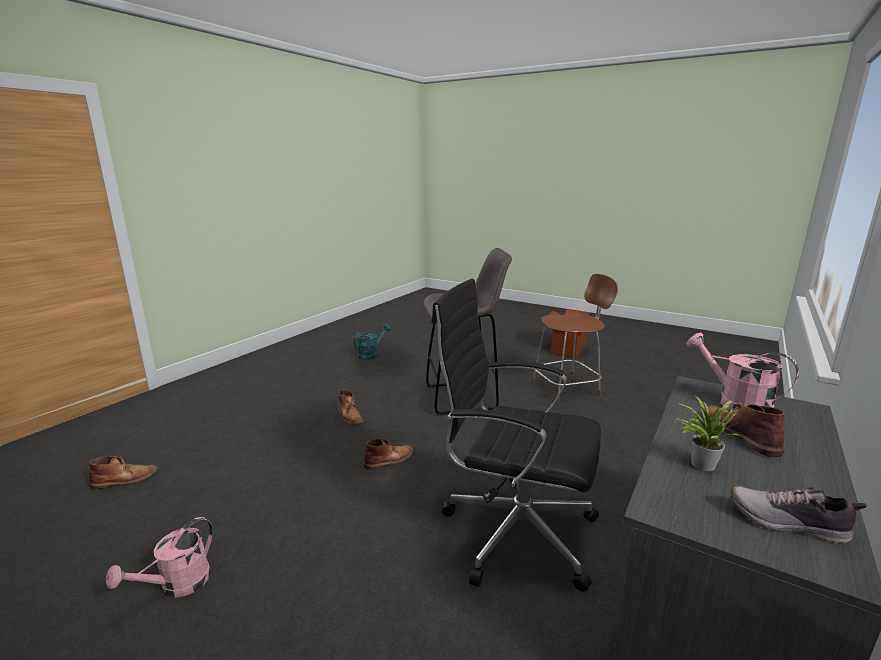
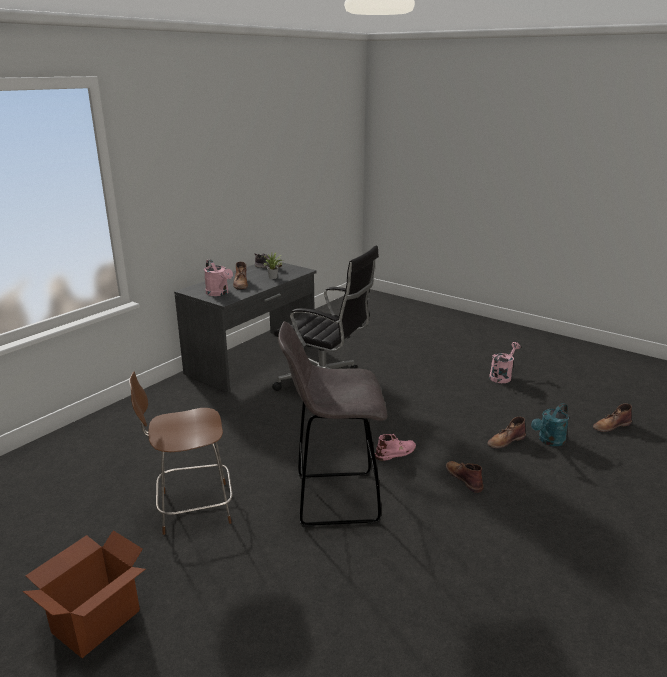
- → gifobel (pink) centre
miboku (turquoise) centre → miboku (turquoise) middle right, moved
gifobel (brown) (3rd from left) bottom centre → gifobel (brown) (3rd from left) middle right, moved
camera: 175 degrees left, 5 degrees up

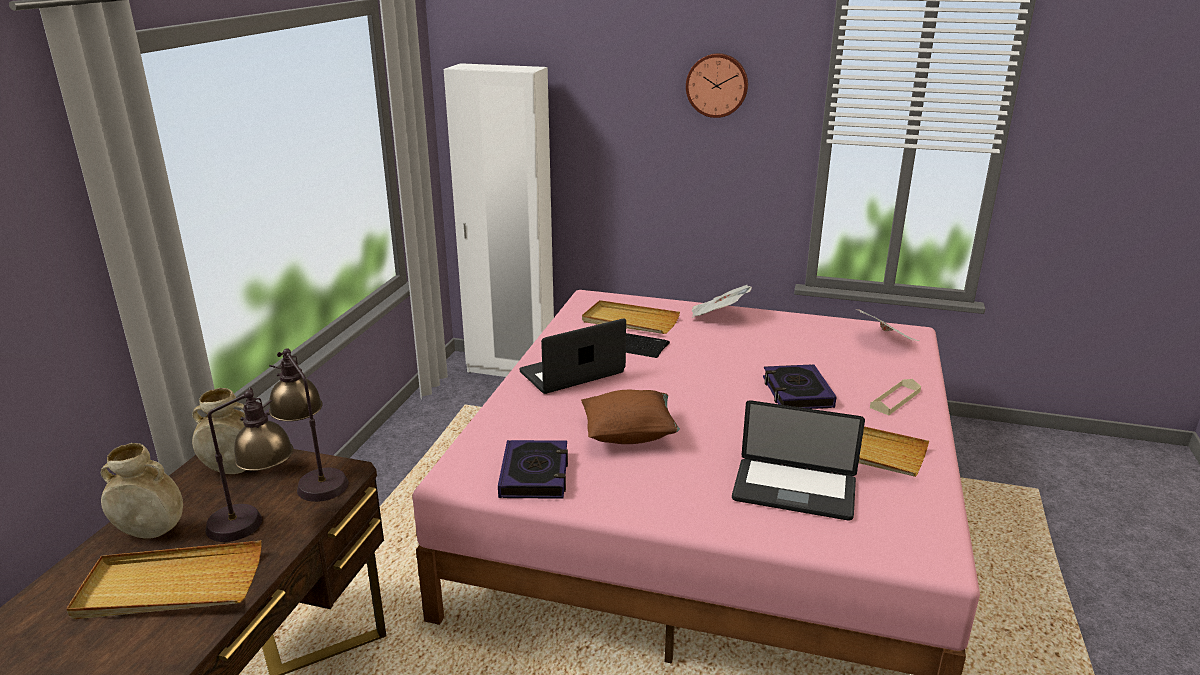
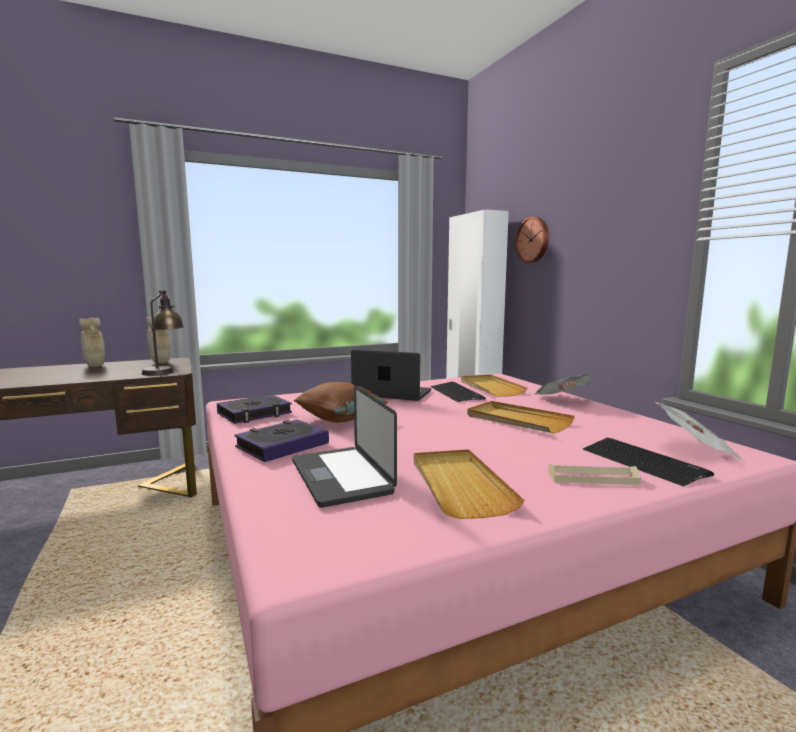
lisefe (1st from left) bottom left → -
- → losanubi (2nd from left) middle right
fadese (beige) (1st from left in the first image) bottom left → fadese (beige) (3rd from left) centre, moved
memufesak top centre → memufesak top right, moved
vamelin (2nd from left) middle right → vamelin (2nd from left) centre, moved
camera: 50 degrees right, 15 degrees down

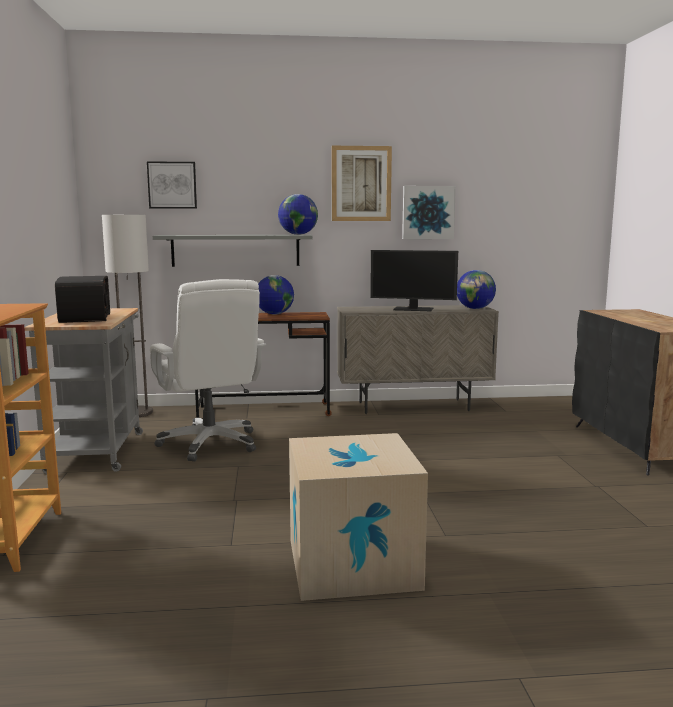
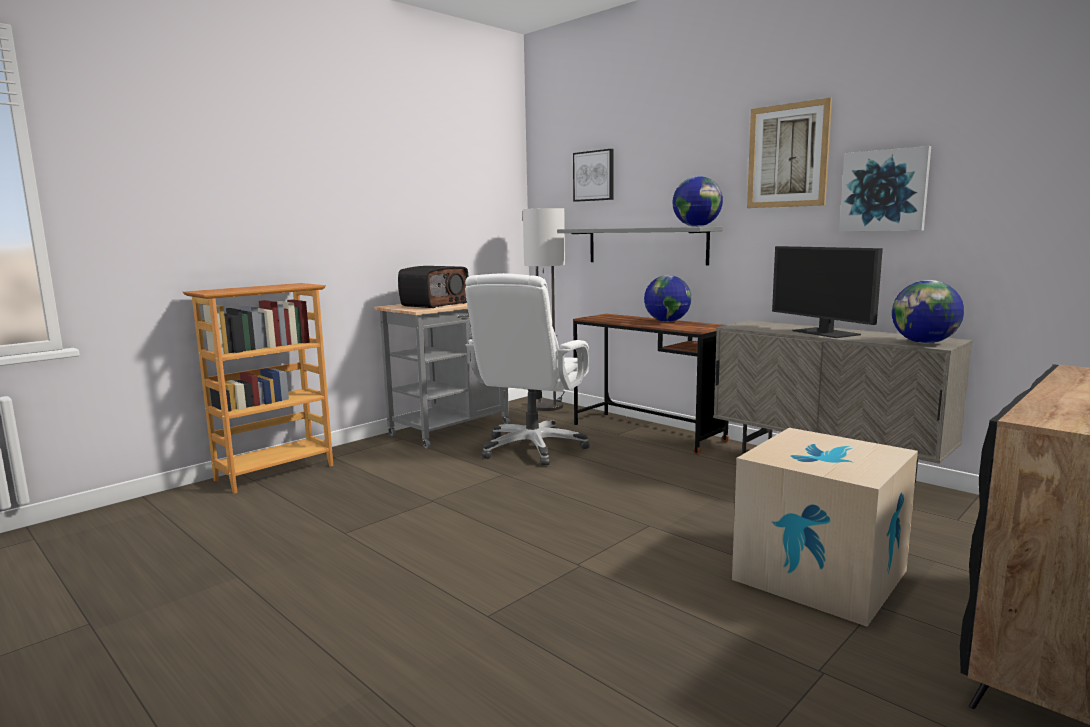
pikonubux bottom centre → pikonubux bottom right, moved
camera: 50 degrees right, 0 degrees up

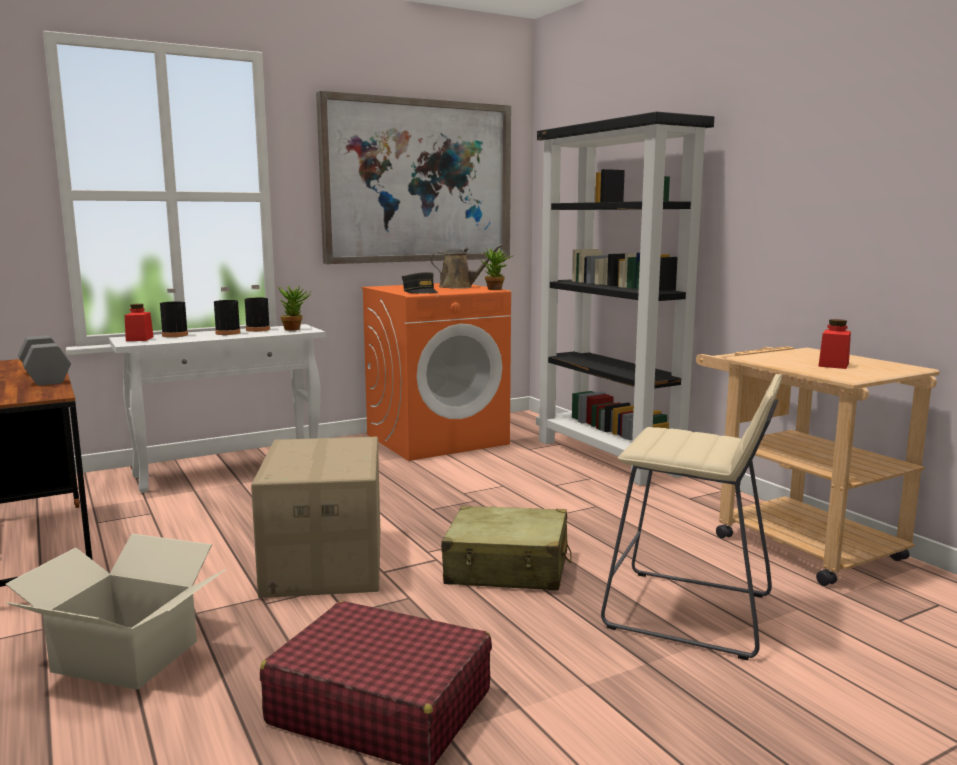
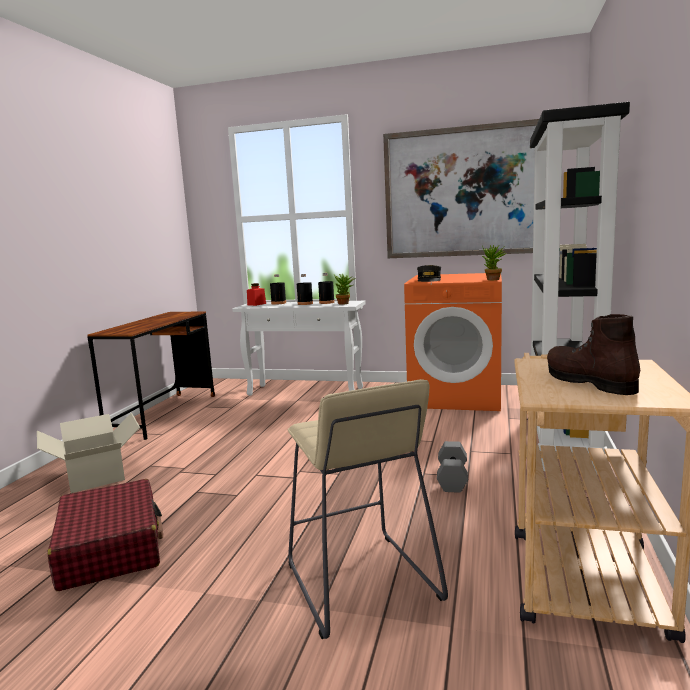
pikonubux (2nd from left) bottom left → -
miboku (brown) centre → -
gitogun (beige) bottom centre → -
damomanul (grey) middle left → damomanul (grey) bottom centre, moved
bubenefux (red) (2nd from left) middle right → gifobel (brown) middle right
camera: 45 degrees right, 0 degrees up

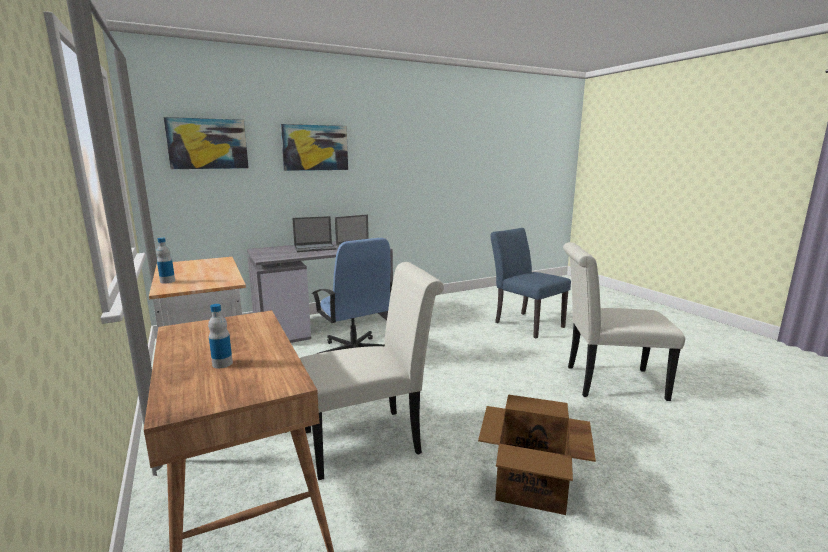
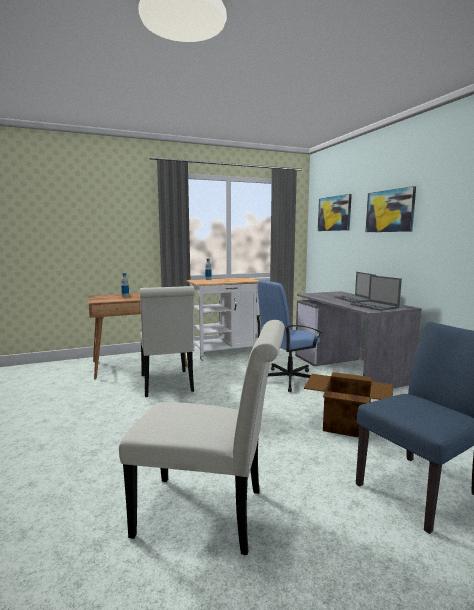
pikonubux bottom centre → pikonubux middle right, moved
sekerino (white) (2nd from left) middle right → sekerino (white) (2nd from left) bottom centre, 90 degrees clockwise
camera: 95 degrees right, 5 degrees down

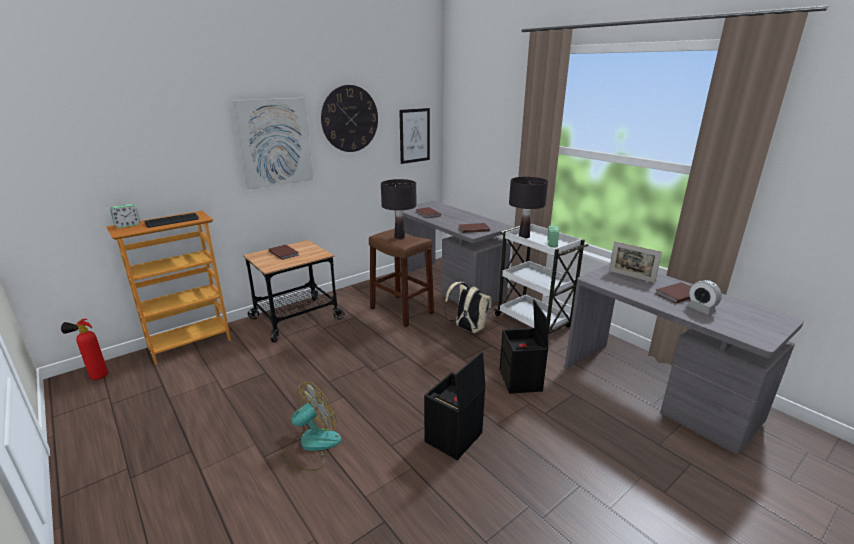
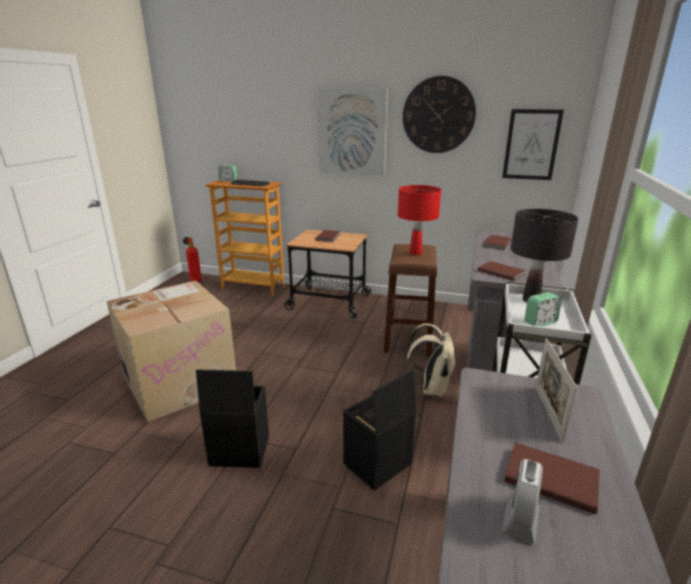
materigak bottom centre → pikonubux middle left
lisefe (black) (1st from left) centre → lisefe (red) centre
camera: 55 degrees right, 0 degrees up

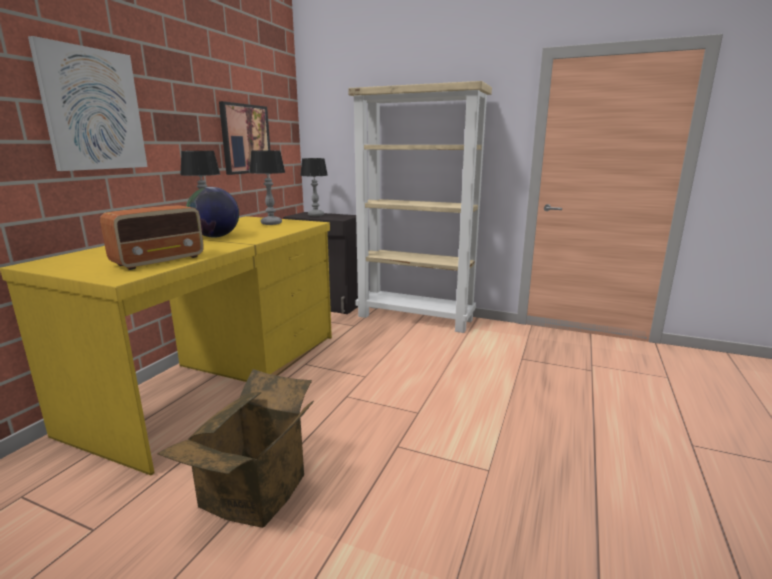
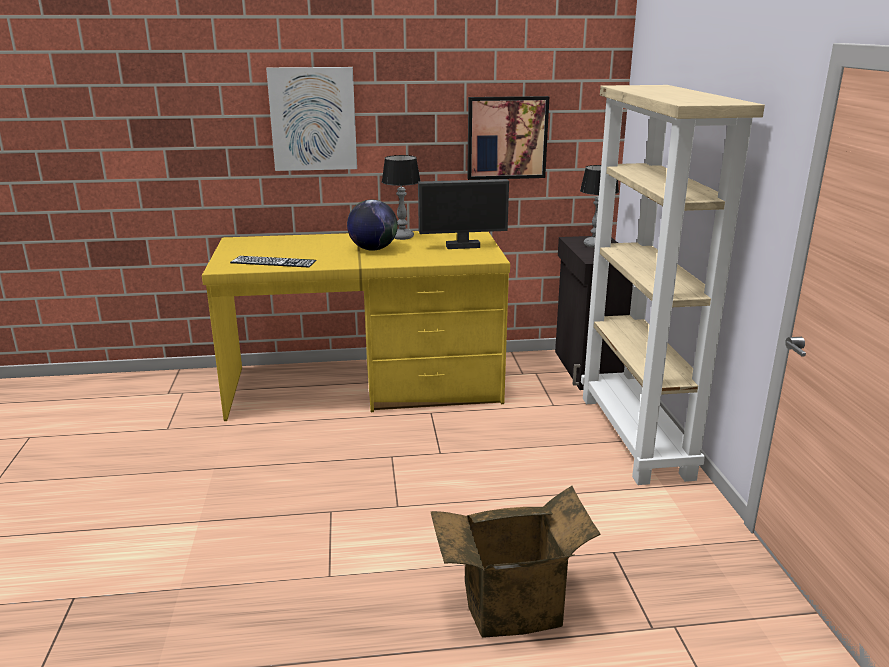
pikonubux bottom left → pikonubux bottom centre, moved
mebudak middle left → losanubi middle left
lisefe (2nd from left) top centre → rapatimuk top centre
camera: 60 degrees right, 5 degrees up

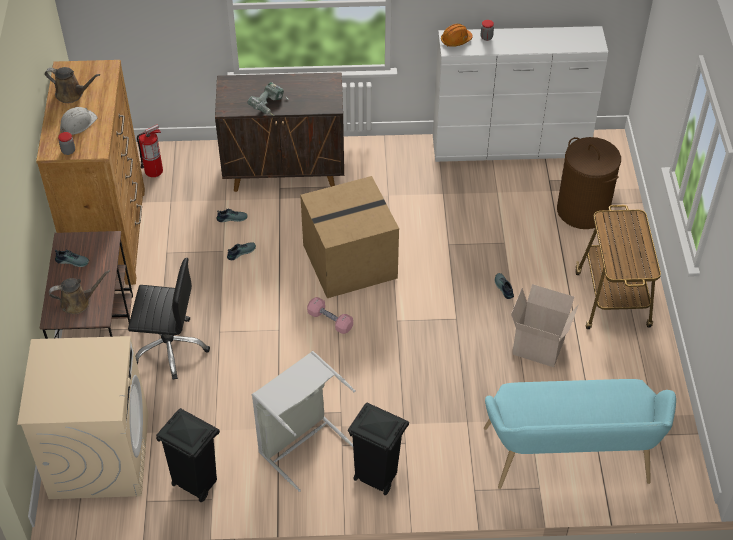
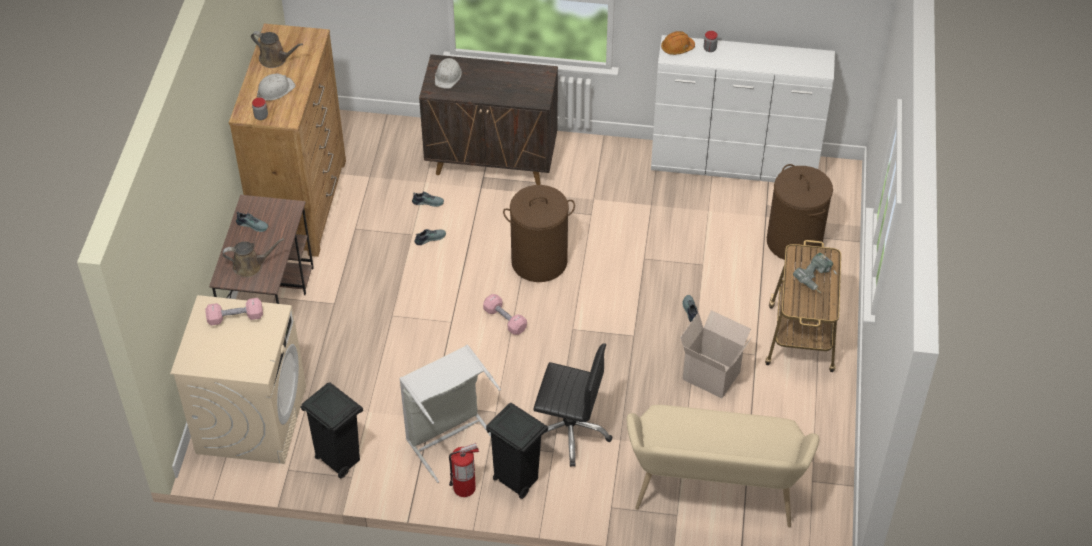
- → damomanul (pink) (1st from left) middle left
- → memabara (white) (2nd from left) top centre
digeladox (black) middle left → digeladox (black) bottom centre, moved
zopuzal top left → zopuzal bottom centre, moved
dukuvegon top centre → dukuvegon middle right, moved
pikonubux (1st from left) centre → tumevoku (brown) (1st from left) centre
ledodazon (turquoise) bottom right → ledodazon (beige) bottom centre
camera: 10 degrees right, 0 degrees up

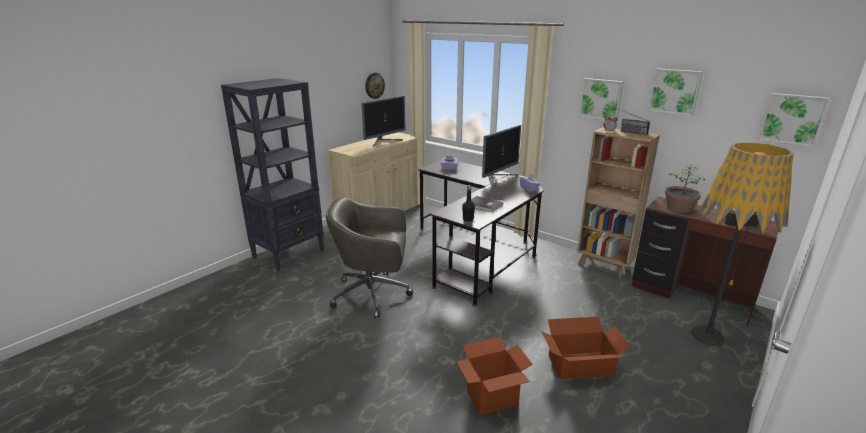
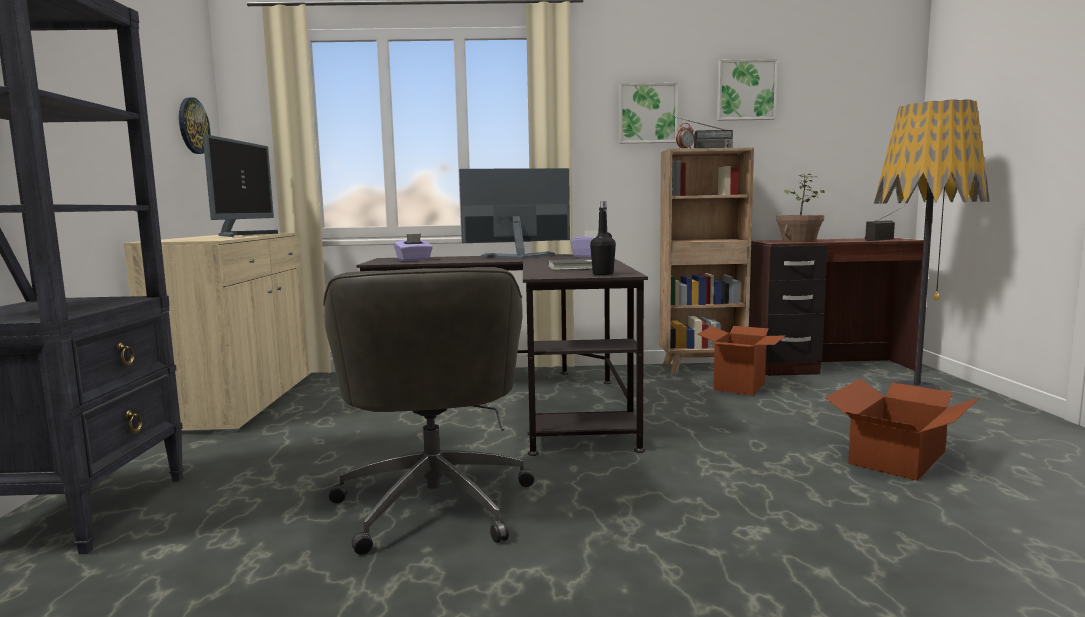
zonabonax (3rd from left) top right → -
pikonubux (1st from left) bottom centre → pikonubux (1st from left) middle right, moved
digeladox (grey) centre, 60 degrees counterclockwise
rapatimuk (2nd from left) centre, 105 degrees counterclockwise
camera: 40 degrees left, 15 degrees down

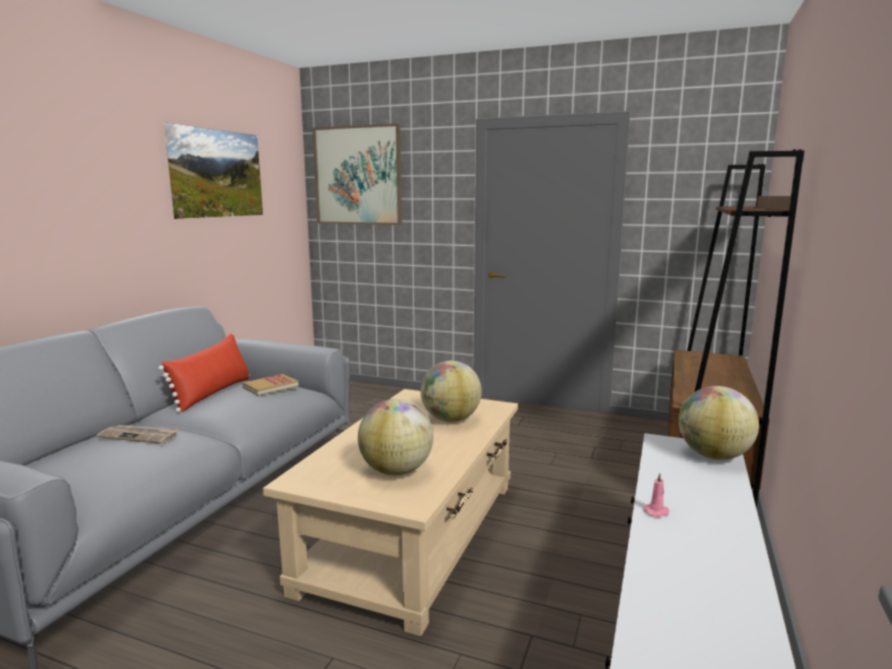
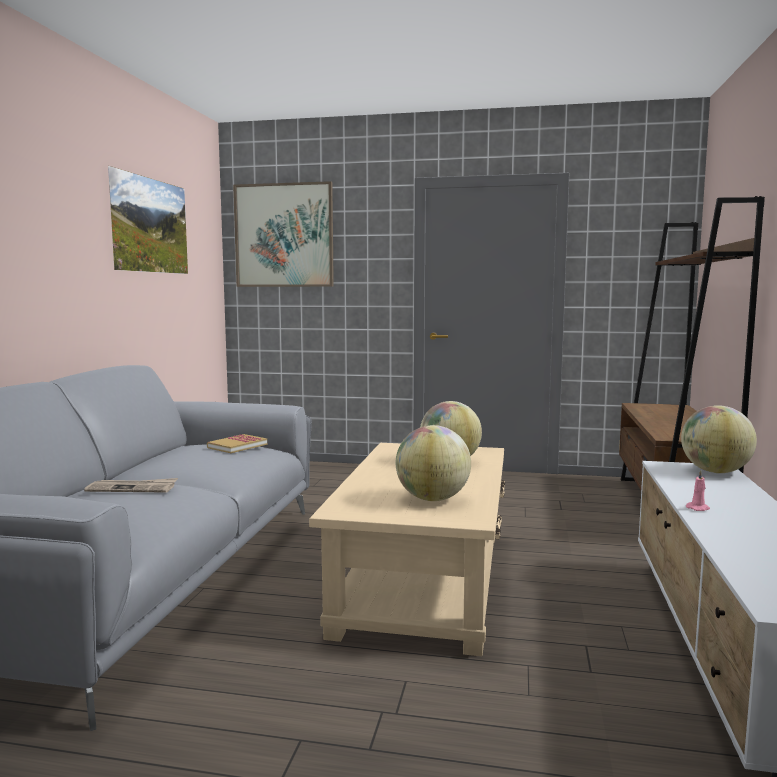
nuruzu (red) middle left → -
camera: 10 degrees left, 5 degrees down

